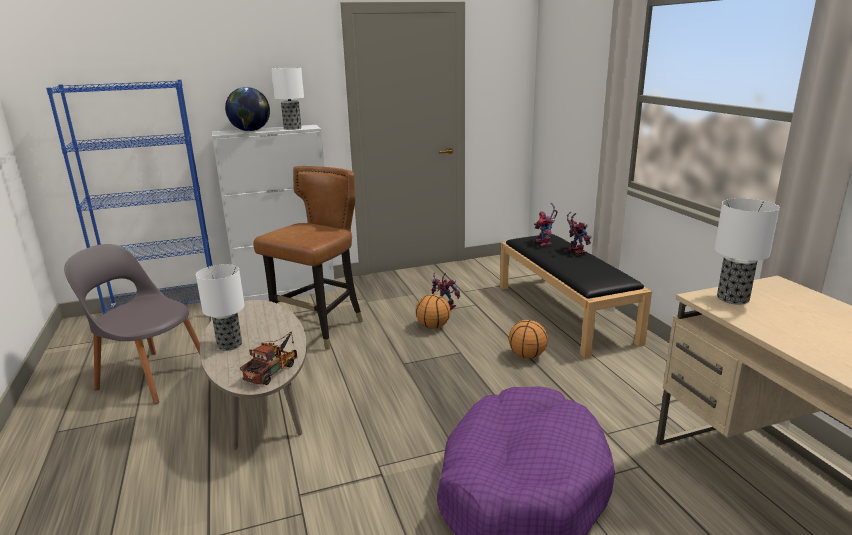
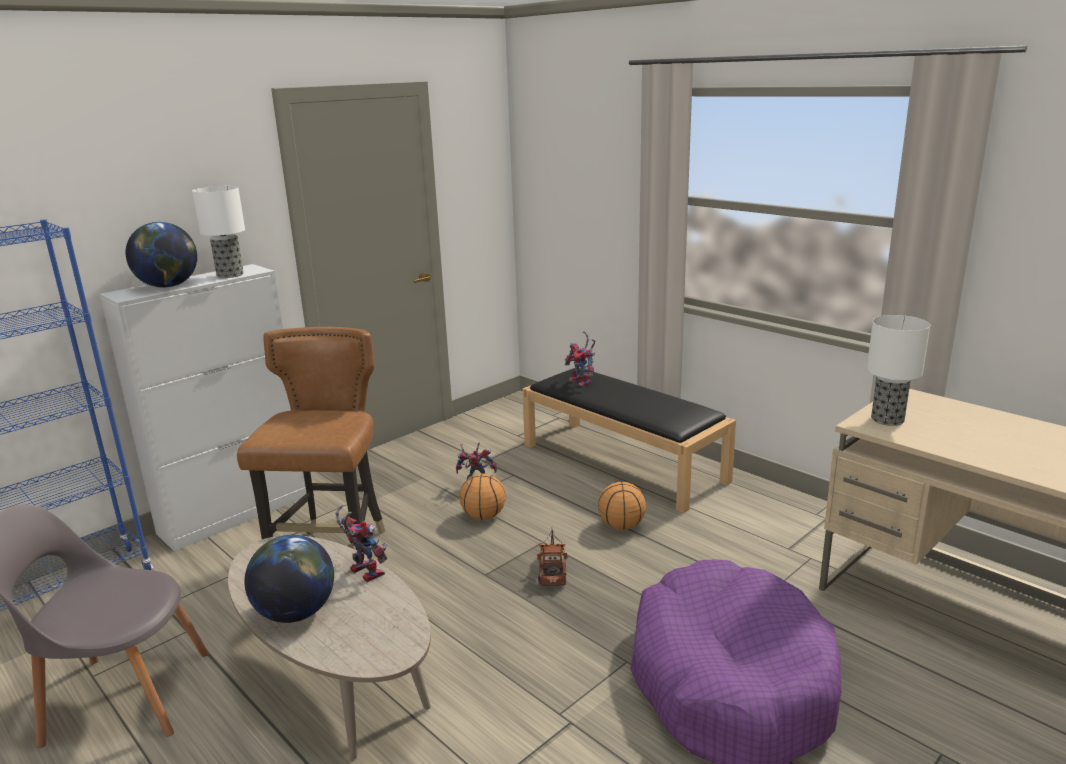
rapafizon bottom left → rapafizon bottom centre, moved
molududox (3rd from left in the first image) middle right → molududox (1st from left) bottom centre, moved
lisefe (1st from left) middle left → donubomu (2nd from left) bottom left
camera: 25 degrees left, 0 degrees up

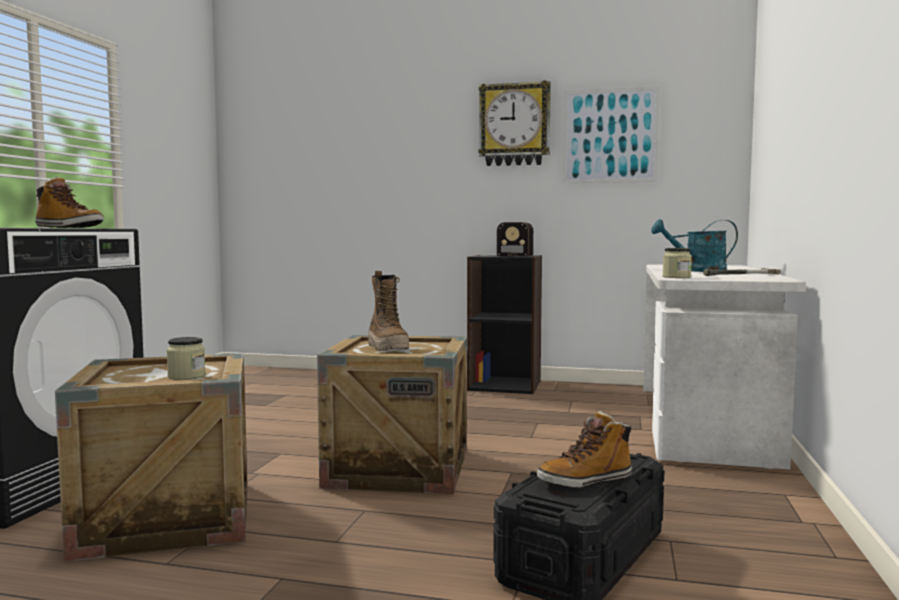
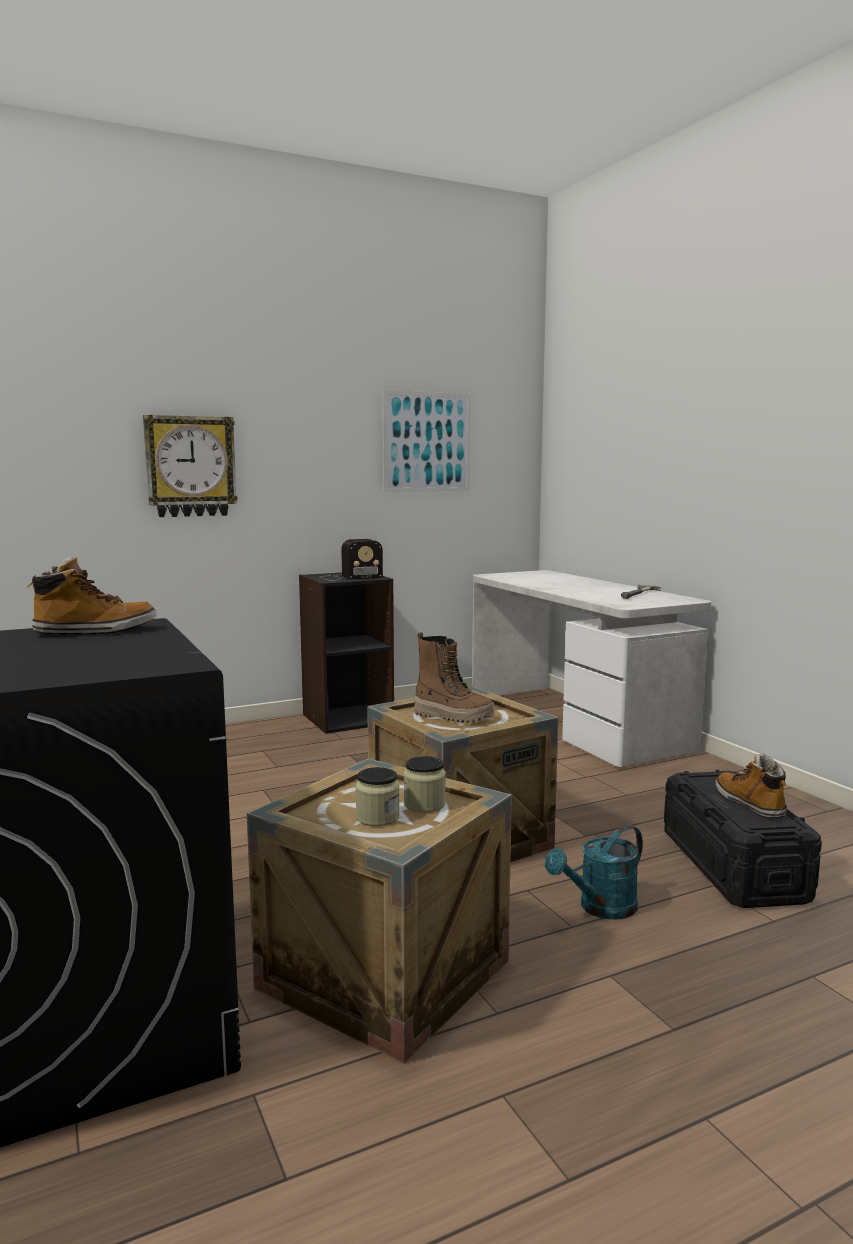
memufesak top centre → memufesak middle left, moved
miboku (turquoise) middle right → miboku (turquoise) bottom right, moved
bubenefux (2nd from left in the first image) middle right → bubenefux (1st from left) centre, moved
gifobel (3rd from left) bottom centre → gifobel (3rd from left) middle right, 135 degrees clockwise
camera: 40 degrees left, 5 degrees up

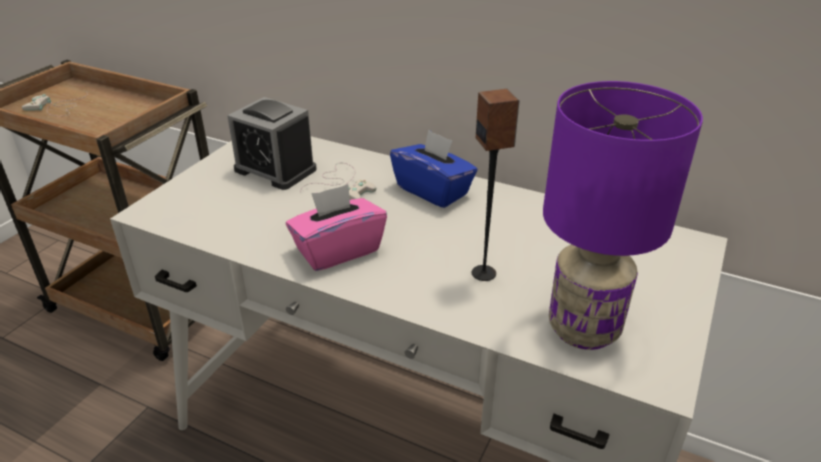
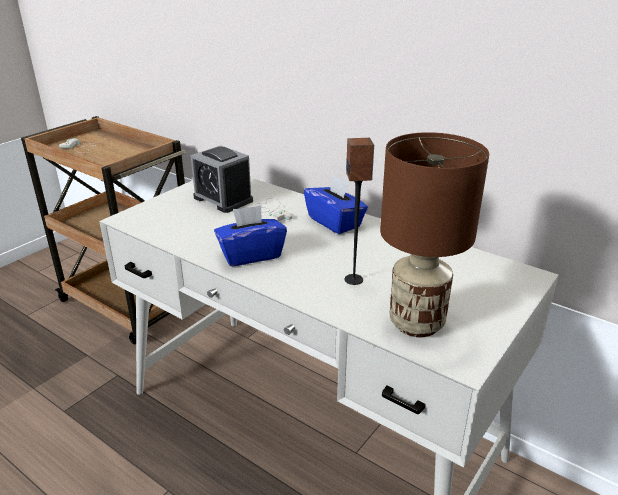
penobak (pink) centre → penobak (blue) (1st from left) centre
lisefe (purple) middle right → lisefe (brown) middle right
camera: 10 degrees right, 5 degrees down

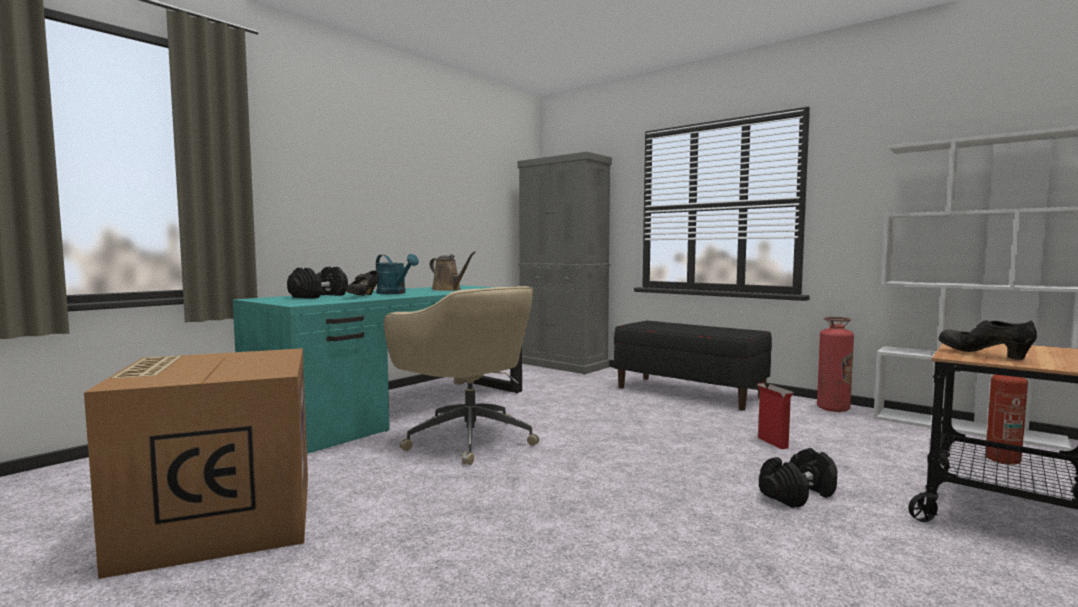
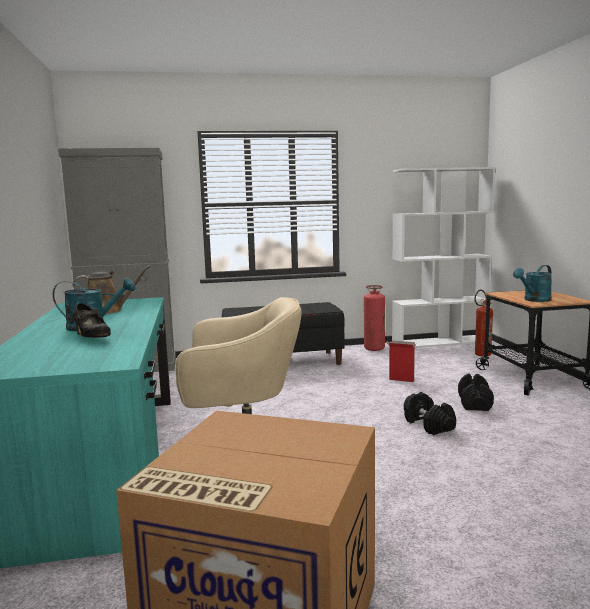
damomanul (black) (1st from left) middle left → damomanul (black) (1st from left) bottom right, moved
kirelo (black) (2nd from left) middle right → miboku (turquoise) (2nd from left) middle right
camera: 50 degrees left, 5 degrees up

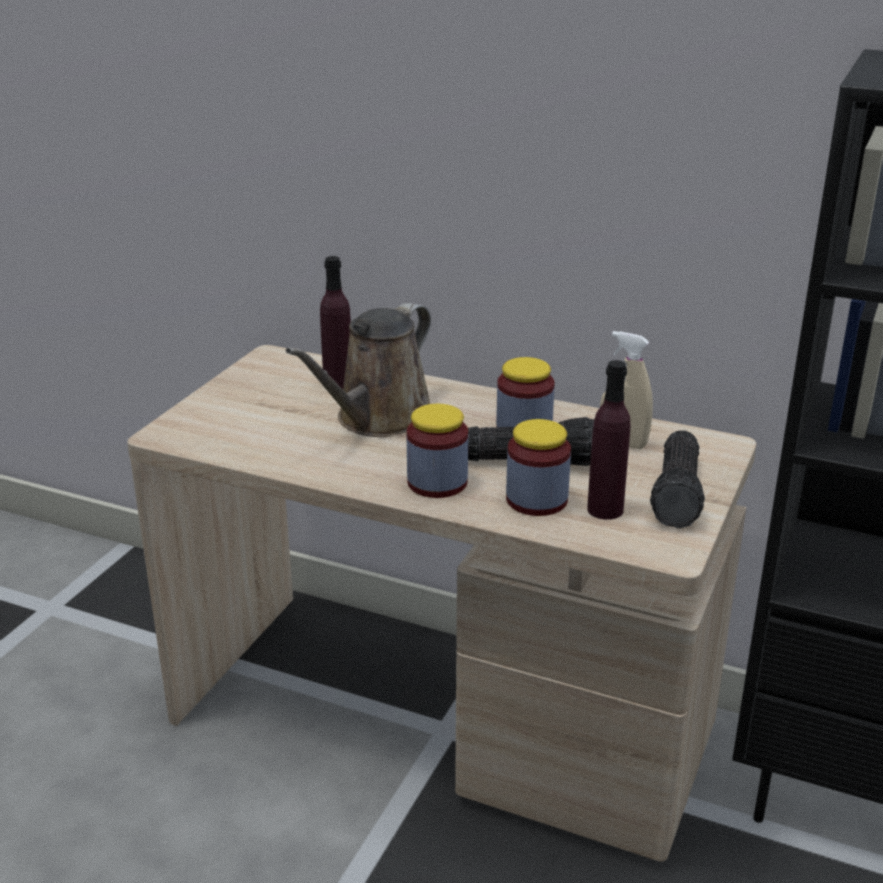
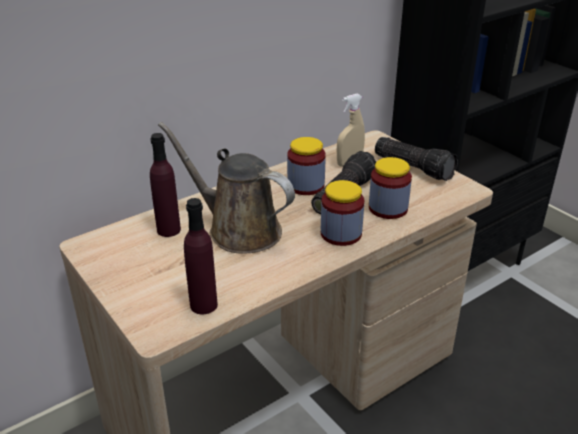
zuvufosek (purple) (2nd from left) middle right → zuvufosek (purple) (2nd from left) centre, moved
miboku (brown) centre, 150 degrees clockwise
camera: 60 degrees left, 5 degrees up

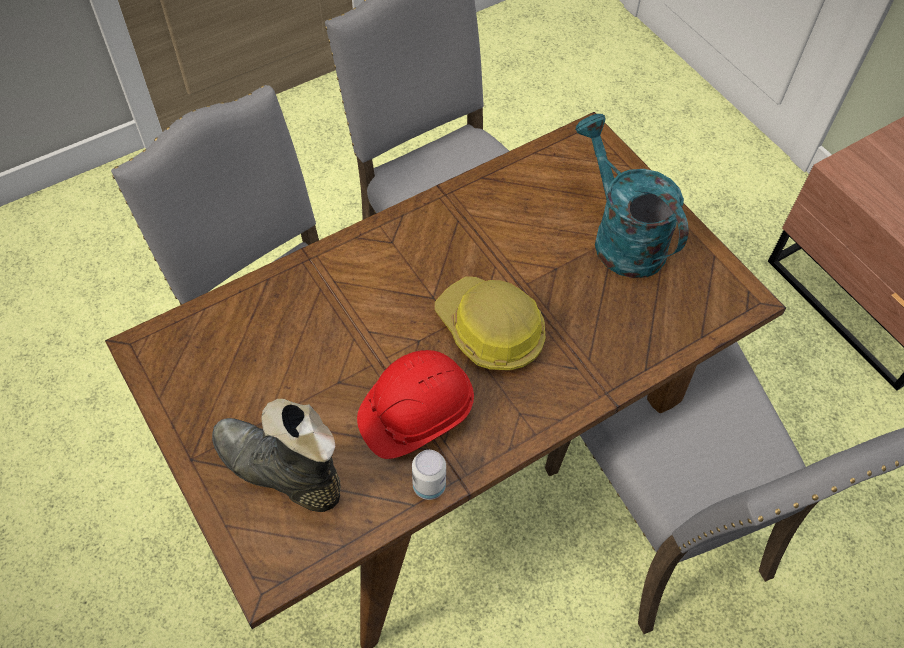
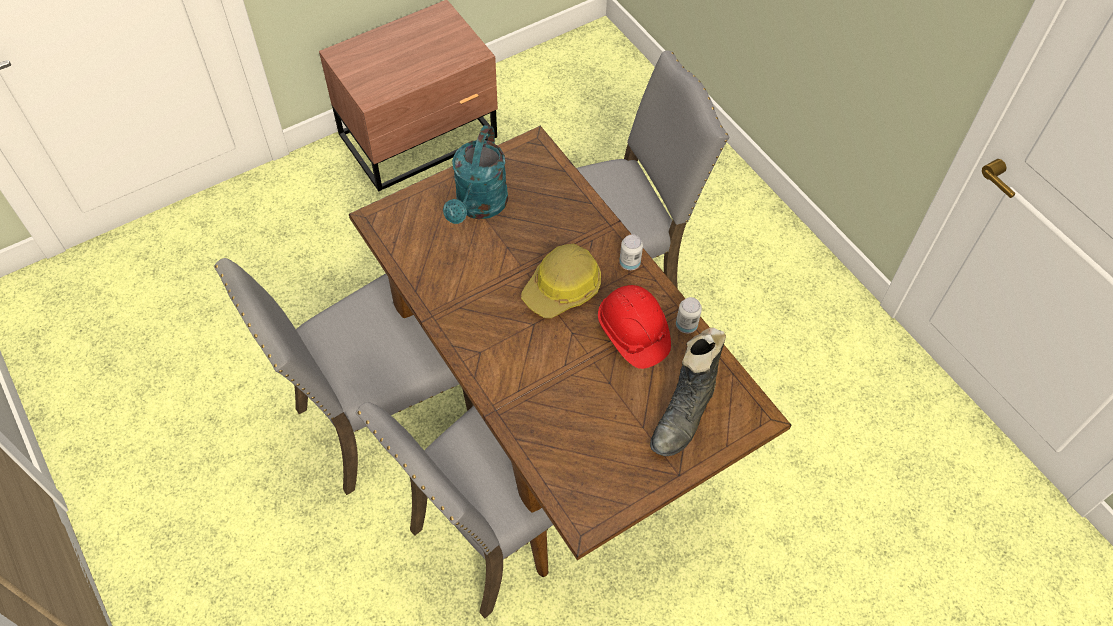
- → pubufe (1st from left) centre
miboku (turquoise) top right → miboku (turquoise) top centre, 45 degrees counterclockwise
camera: 90 degrees left, 0 degrees up

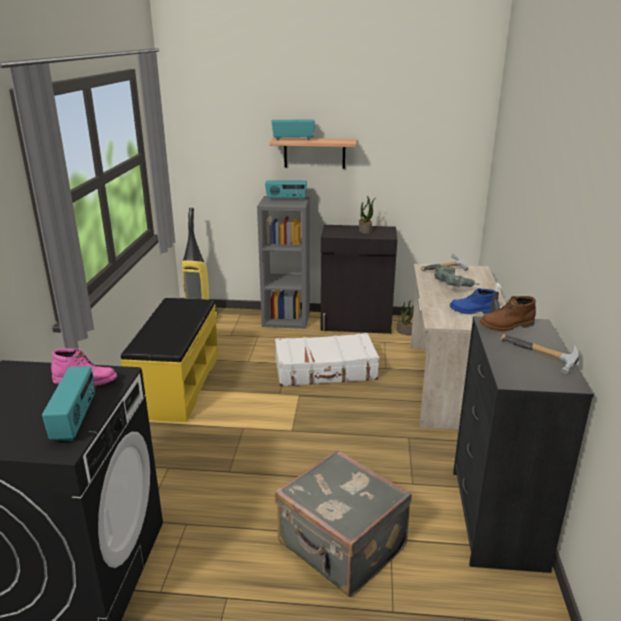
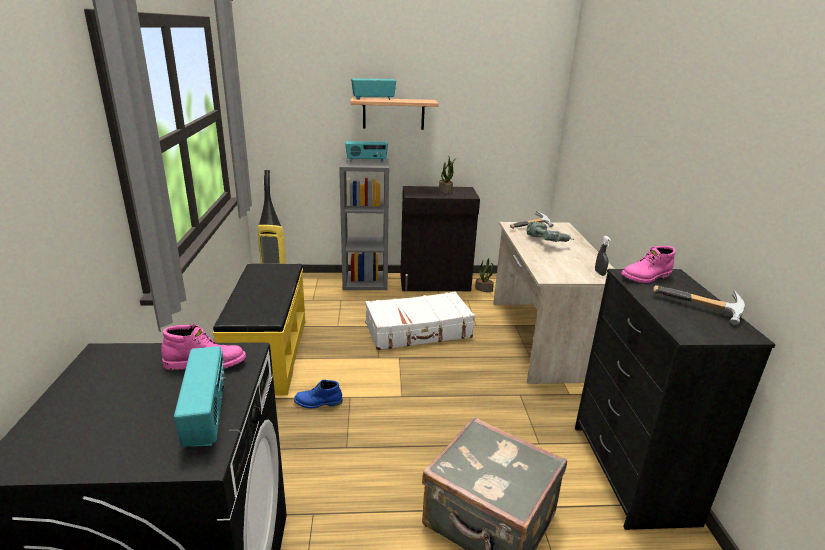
gifobel (blue) middle right → gifobel (blue) bottom centre, moved
gifobel (brown) middle right → gifobel (pink) (2nd from left) middle right
camera: 10 degrees left, 0 degrees up

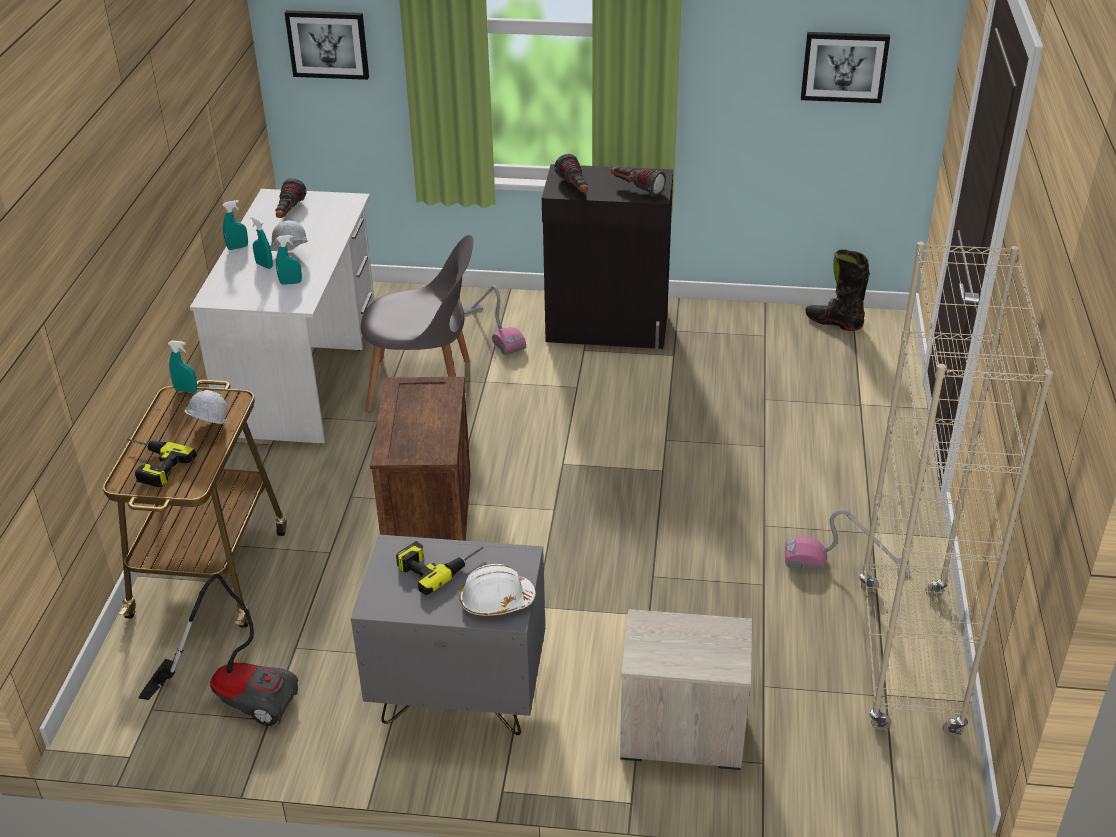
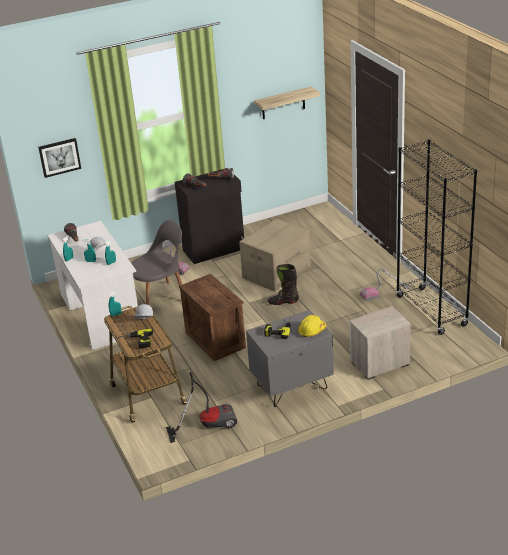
- → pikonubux centre
gifobel (black) middle right → gifobel (black) centre, moved
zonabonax (2nd from left) top right → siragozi top centre
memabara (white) (3rd from left) bottom centre → memabara (yellow) centre
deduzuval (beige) middle right → deduzuval (black) middle right
camera: 30 degrees left, 5 degrees down

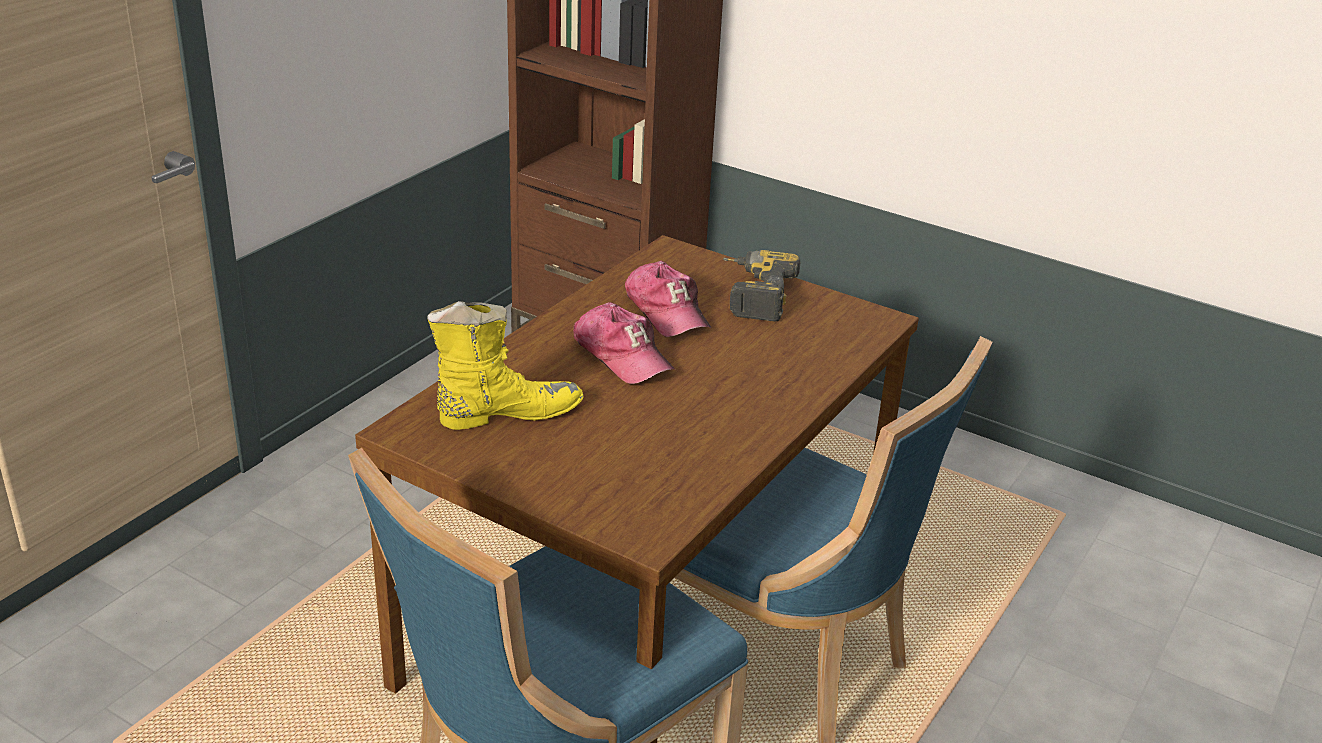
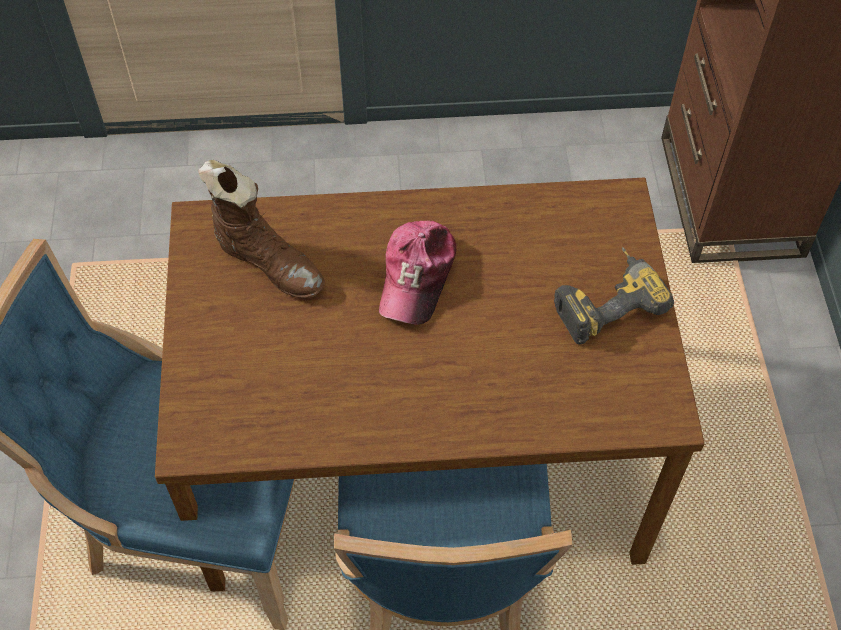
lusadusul (2nd from left) centre → -
gifobel (yellow) centre → gifobel (brown) middle left
camera: 55 degrees right, 25 degrees up

